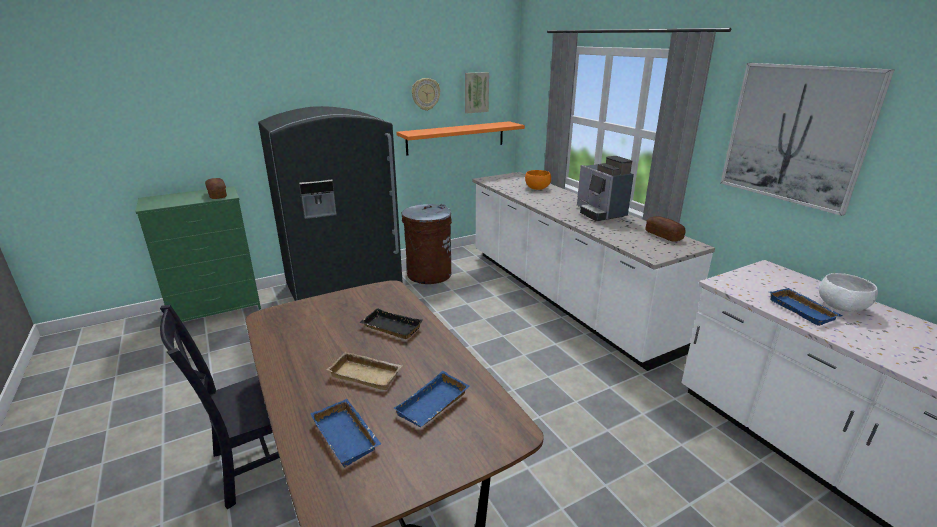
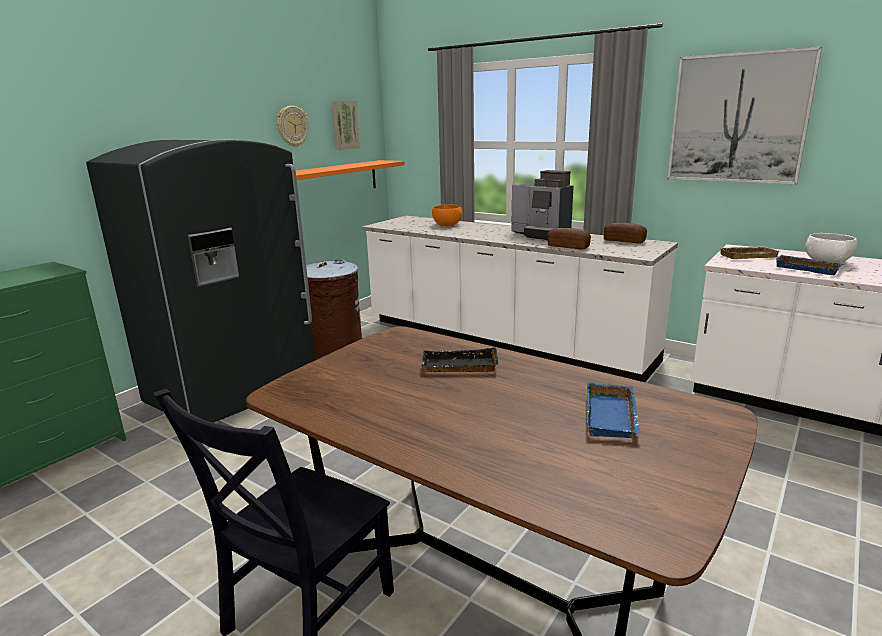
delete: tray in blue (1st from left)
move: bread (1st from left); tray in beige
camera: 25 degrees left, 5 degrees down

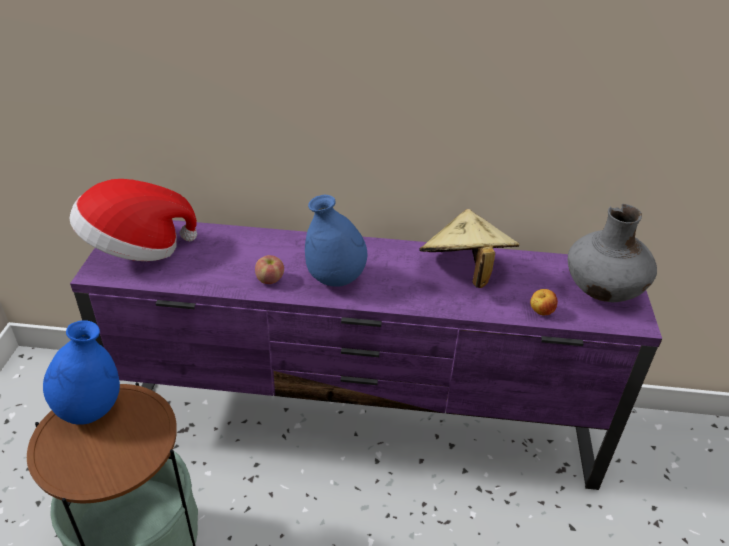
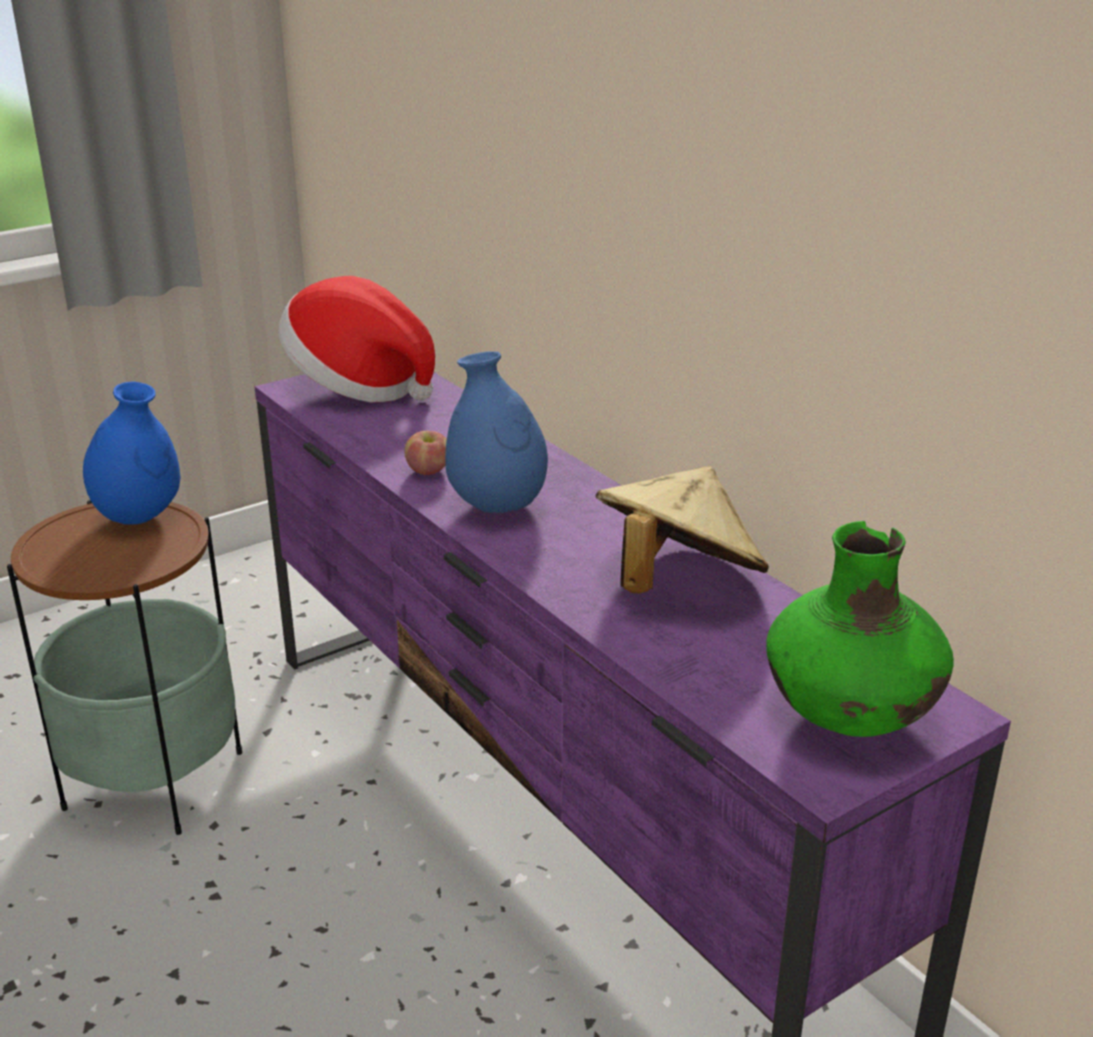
delete: apple (2nd from left)
recolor: vase in grey to vase in green
camera: 50 degrees right, 10 degrees down

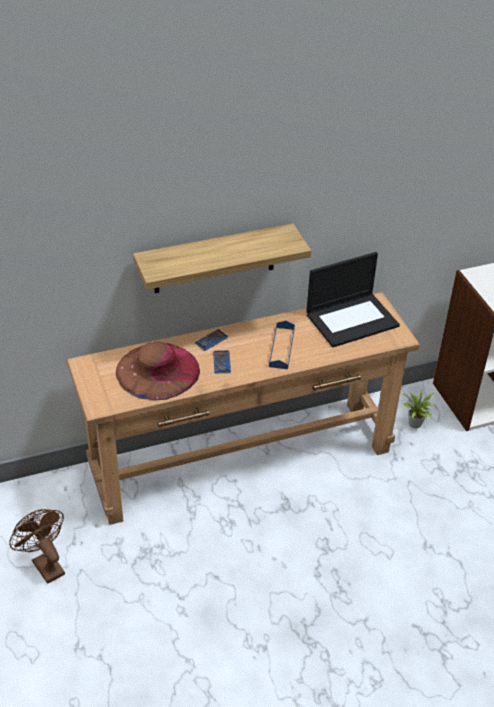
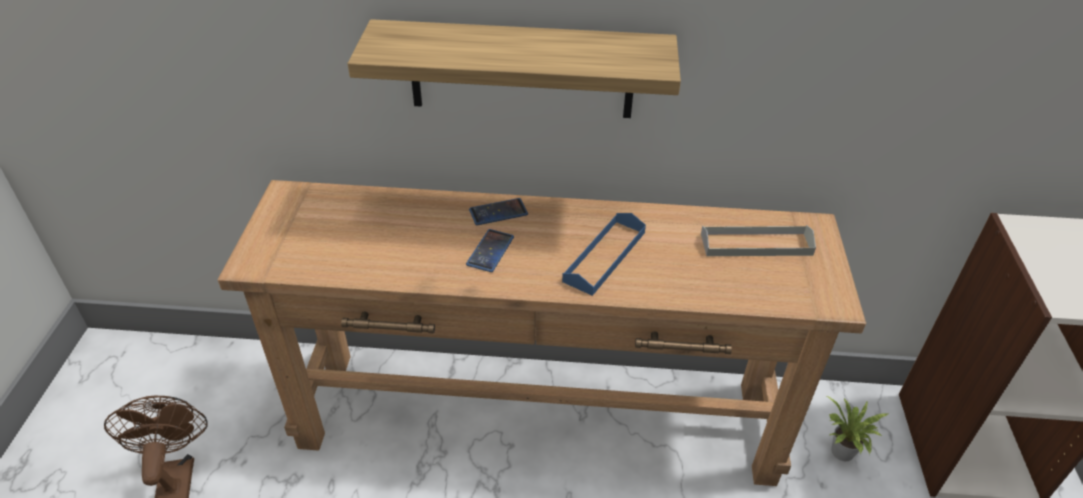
delete: hat in brown
replace: laptop to tray in grey
camera: 25 degrees right, 0 degrees up

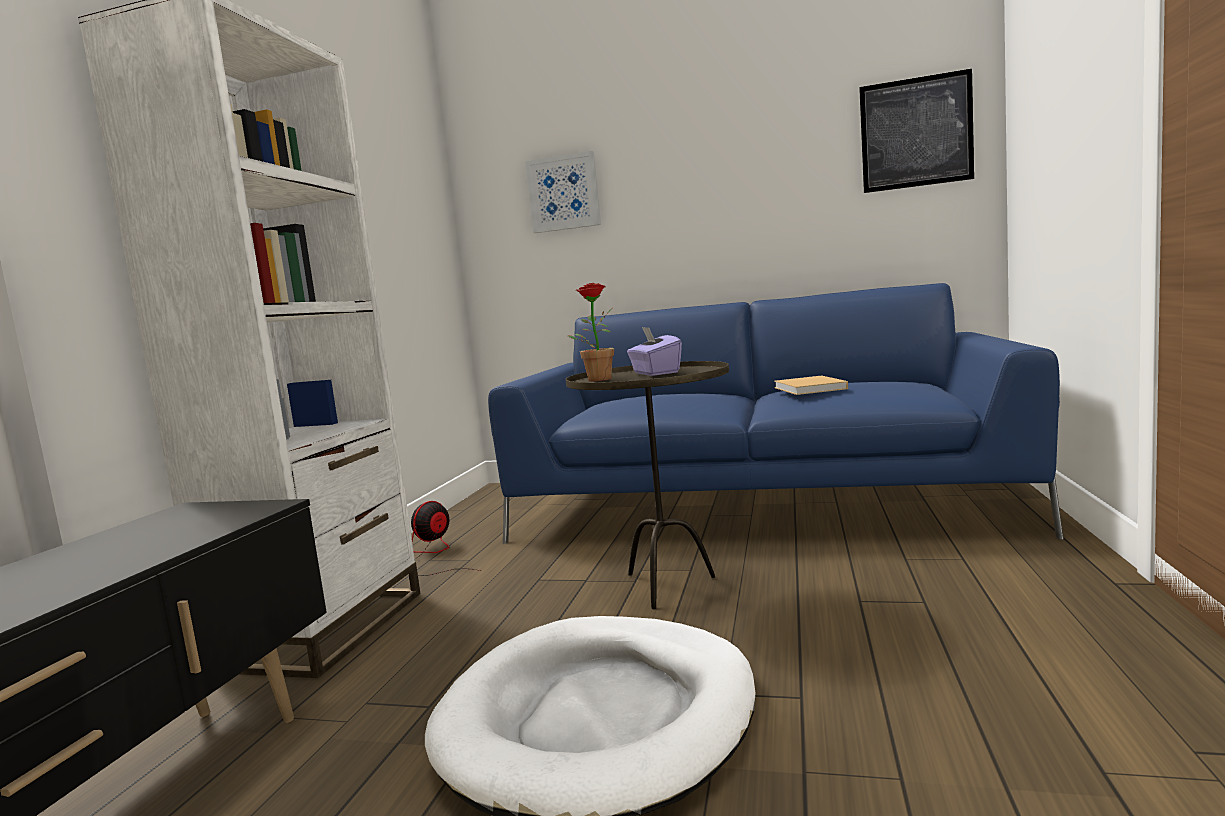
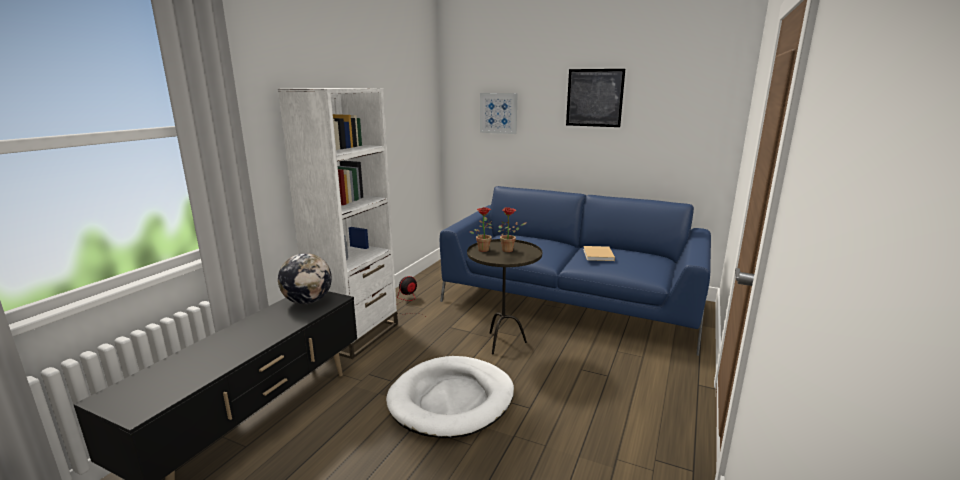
insert: globe
move: picture (2nd from left)
replace: tissue box in purple to potted plant (2nd from left)
camera: 10 degrees right, 10 degrees up

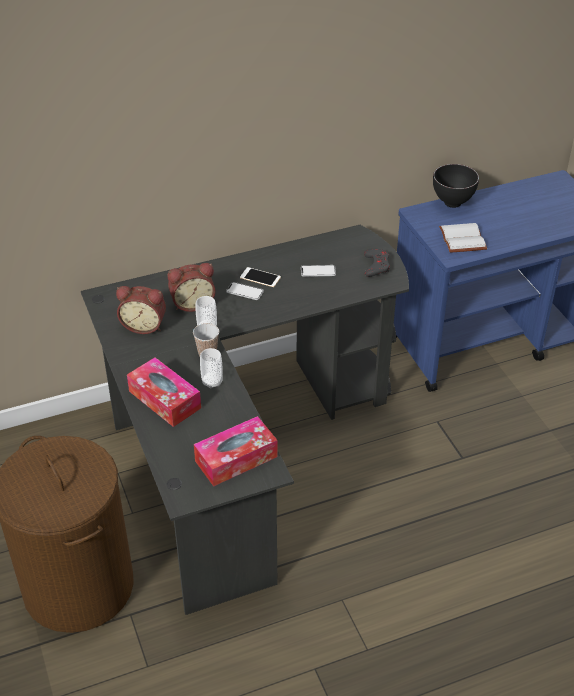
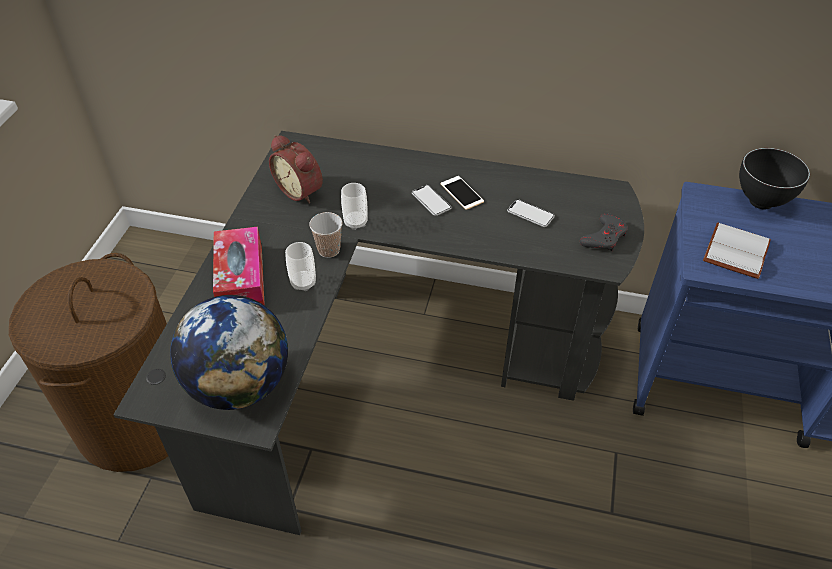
delete: alarm clock (2nd from left)
replace: tissue box (2nd from left) to globe
camera: 35 degrees right, 5 degrees up

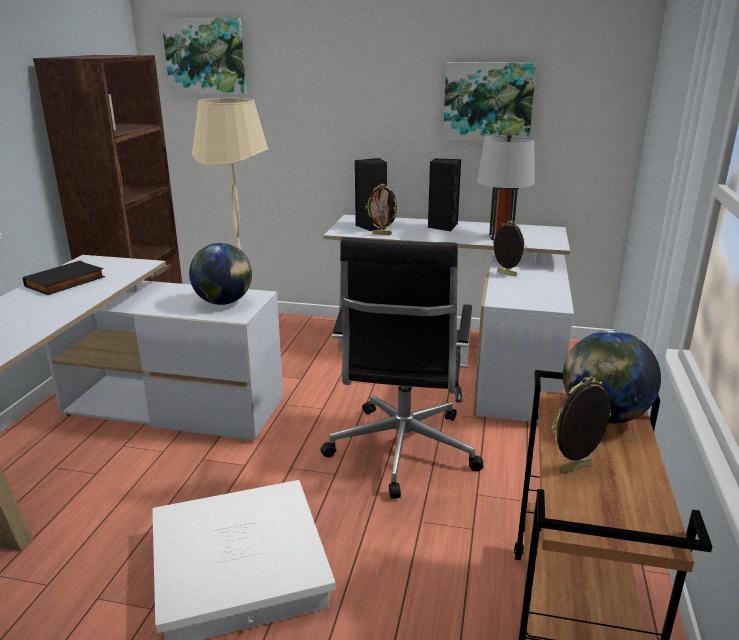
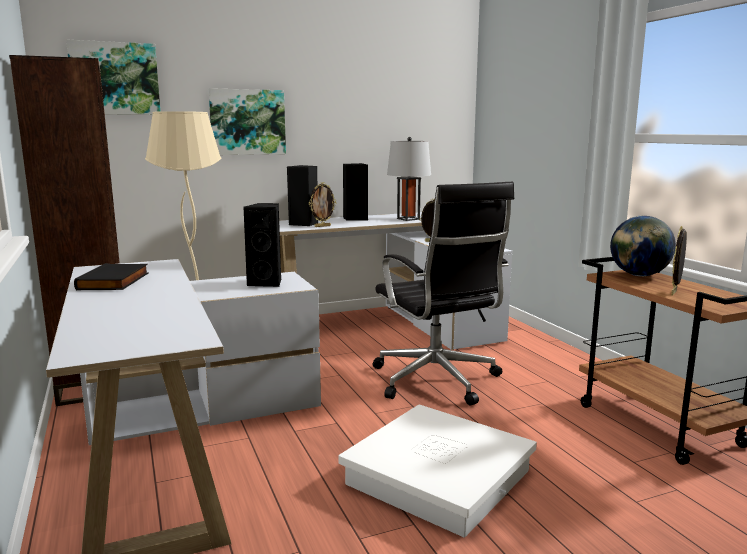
move: picture (2nd from left)
replace: globe (1st from left) to speaker in black (1st from left)
camera: 35 degrees left, 10 degrees down

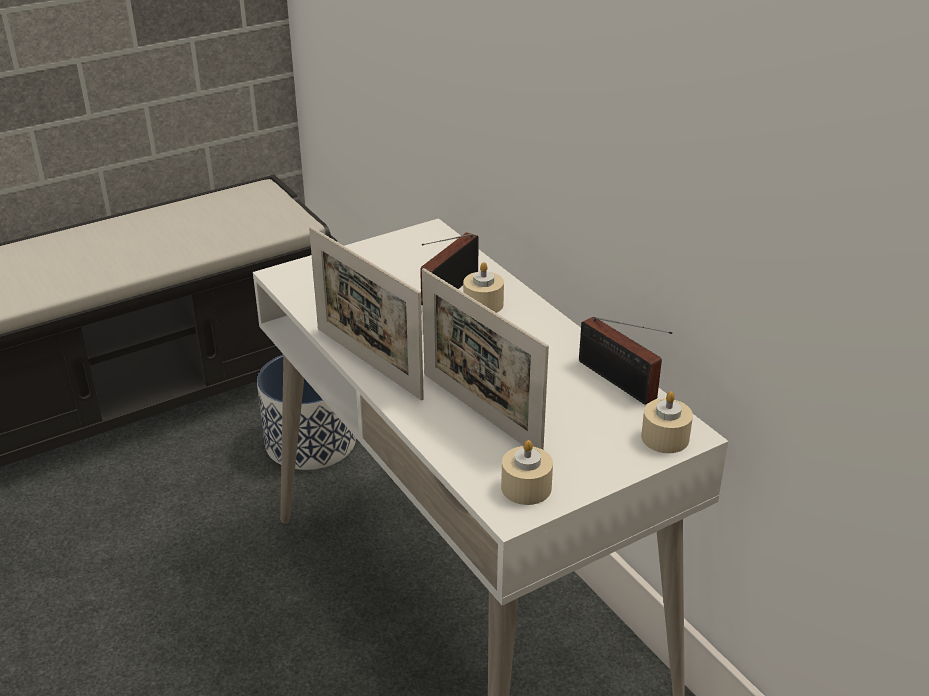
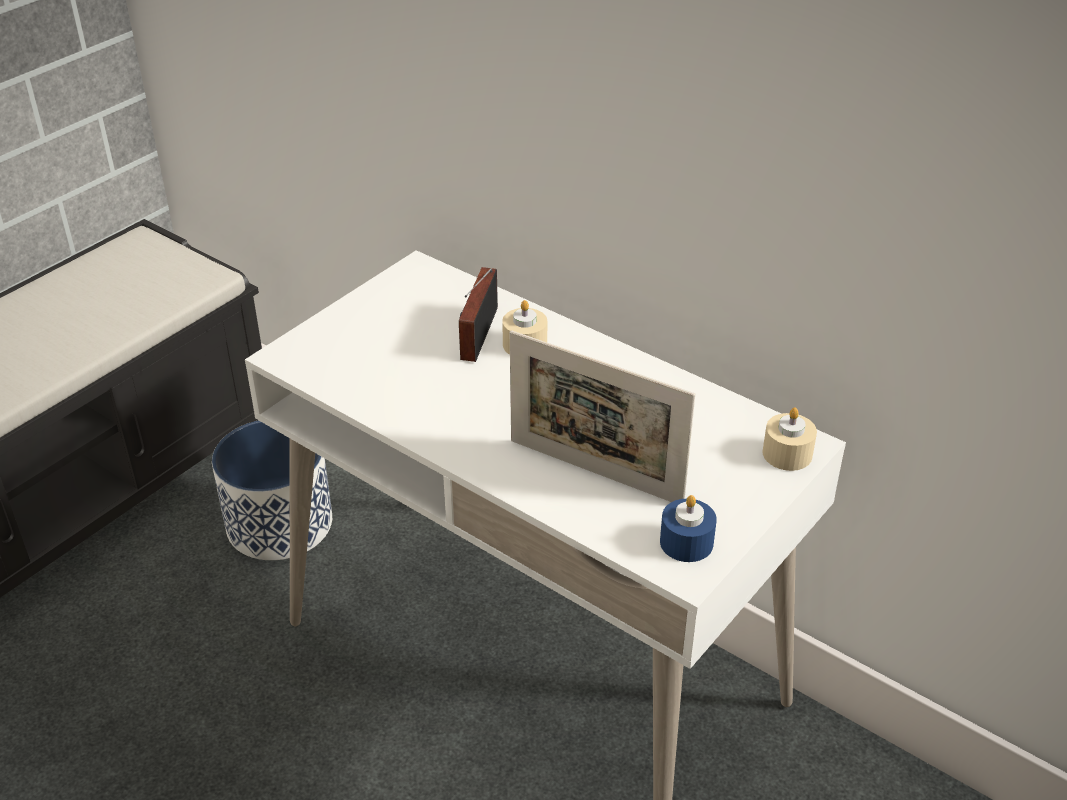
delete: picture frame (1st from left); radio (2nd from left)
recolor: candle in beige (2nd from left) to candle in blue
camera: 20 degrees left, 5 degrees up

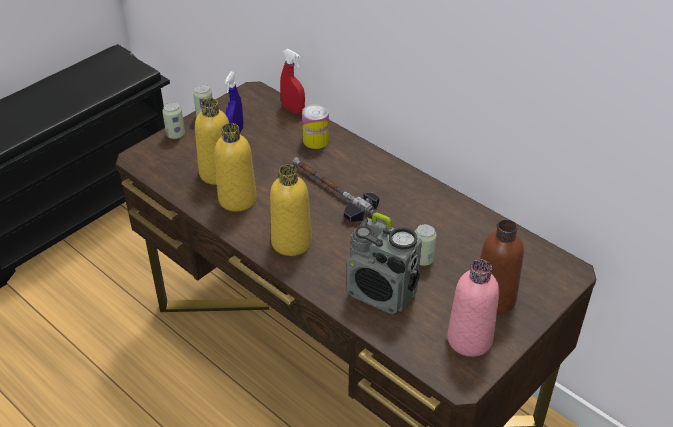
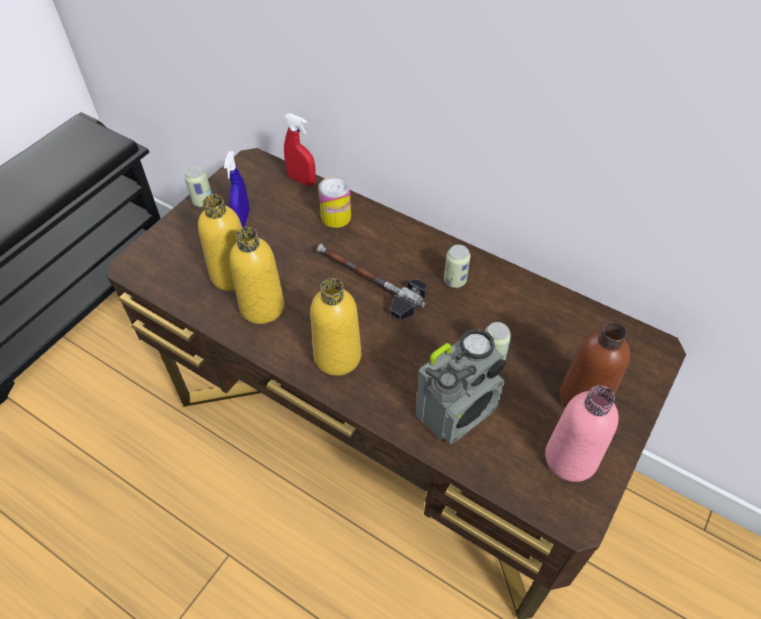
move: can (1st from left in the first image) to can (3rd from left)
rotate: radio 60 degrees counterclockwise
camera: 10 degrees left, 10 degrees up

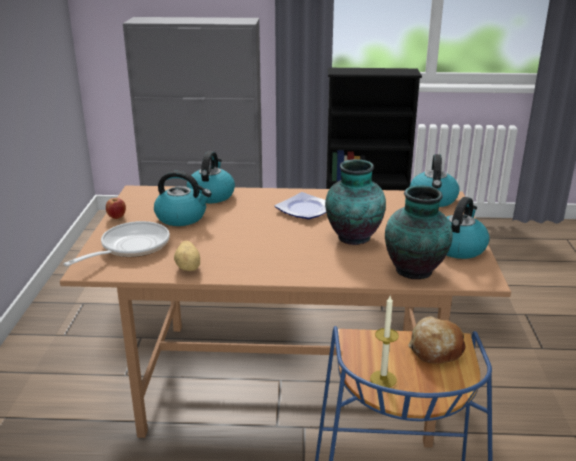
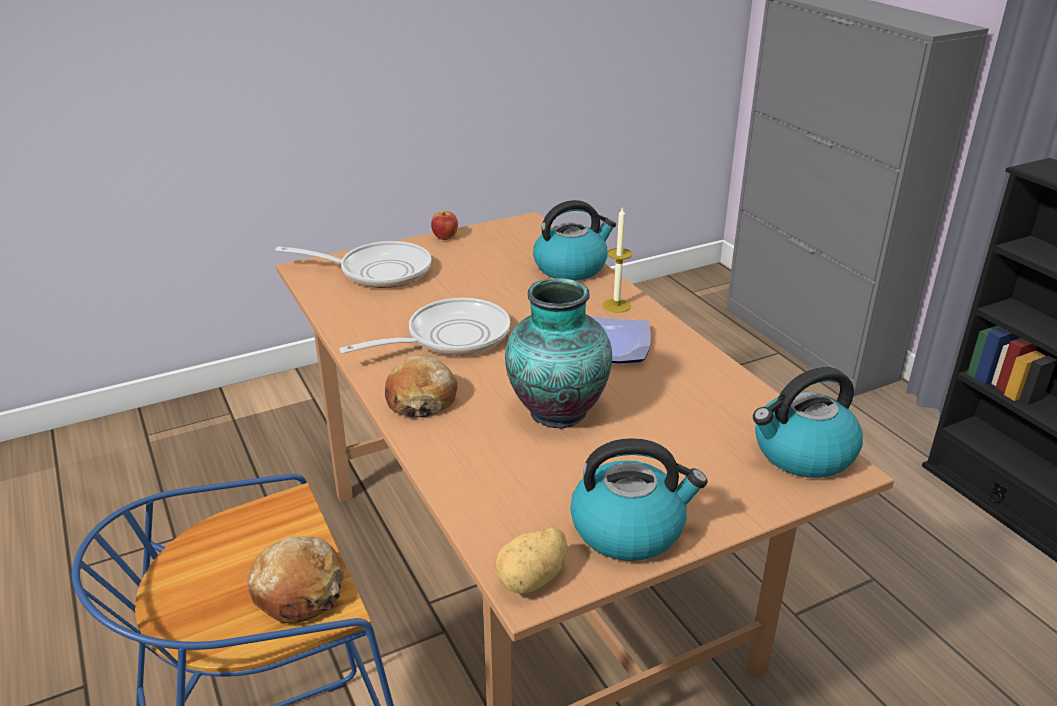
delete: kettle (1st from left); vase (2nd from left)
insert: frying pan (2nd from left); bread (2nd from left)
move: potato; candle
camera: 60 degrees right, 5 degrees up

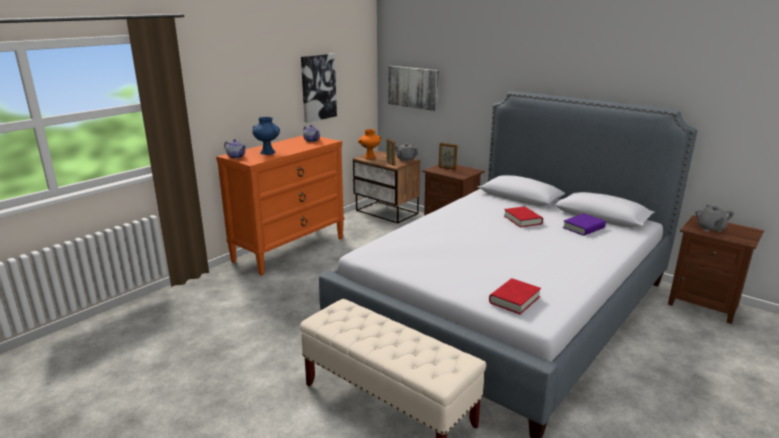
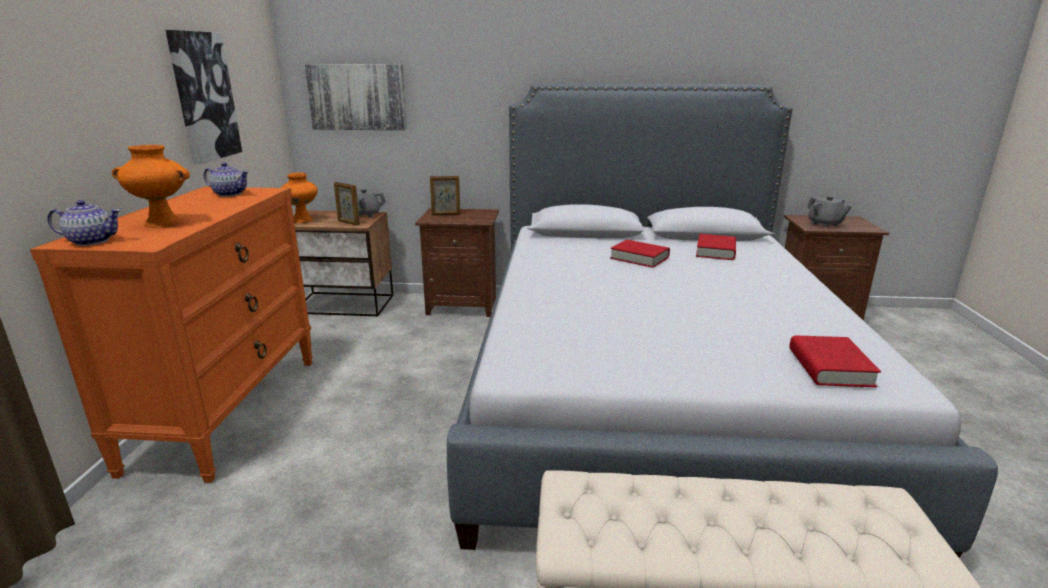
recolor: vase in blue to vase in orange (1st from left); book in purple to book in red (2nd from left)
camera: 35 degrees left, 0 degrees up

